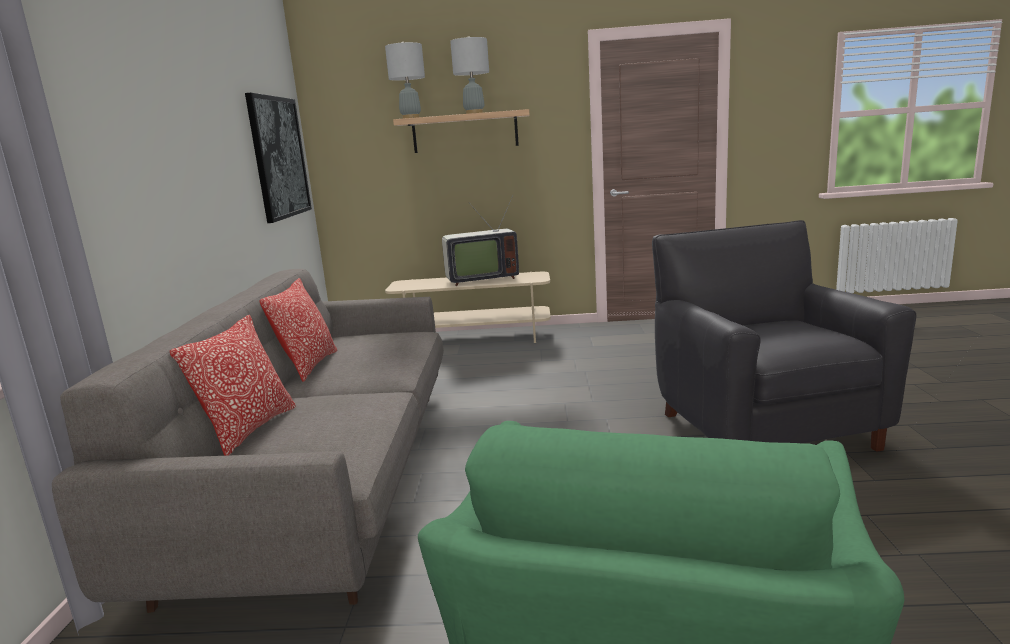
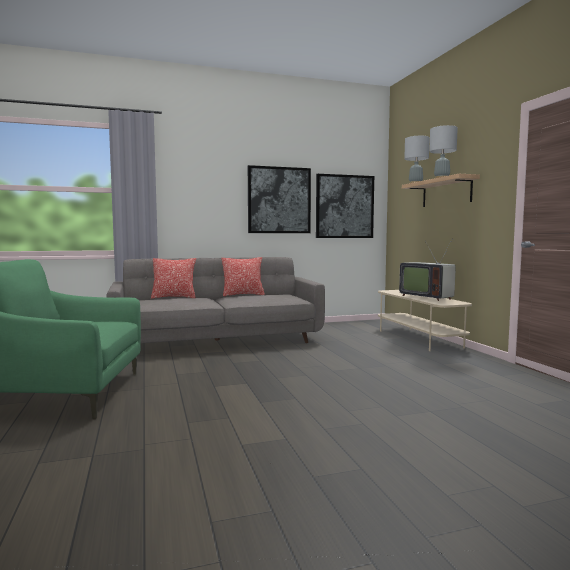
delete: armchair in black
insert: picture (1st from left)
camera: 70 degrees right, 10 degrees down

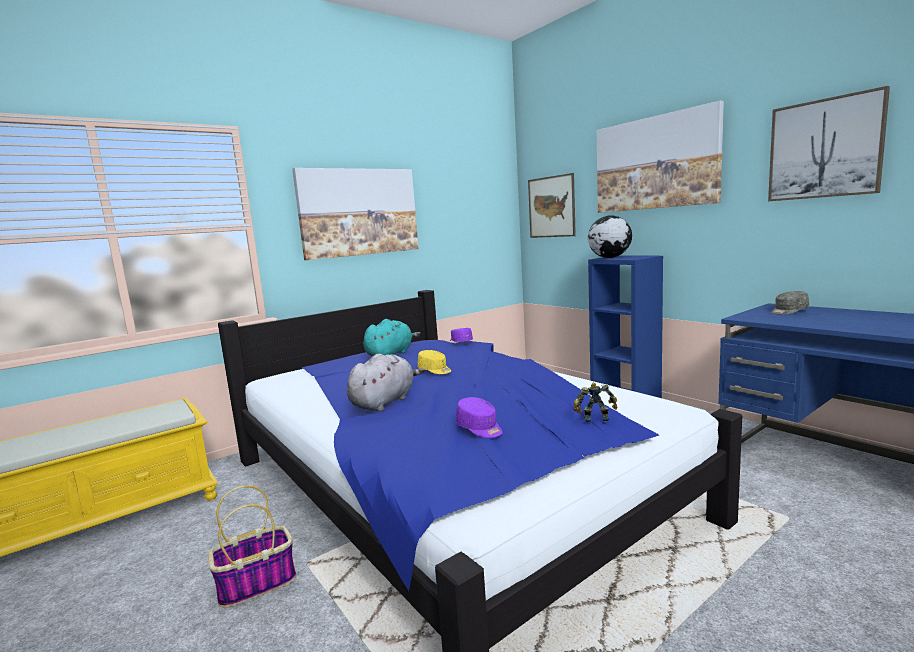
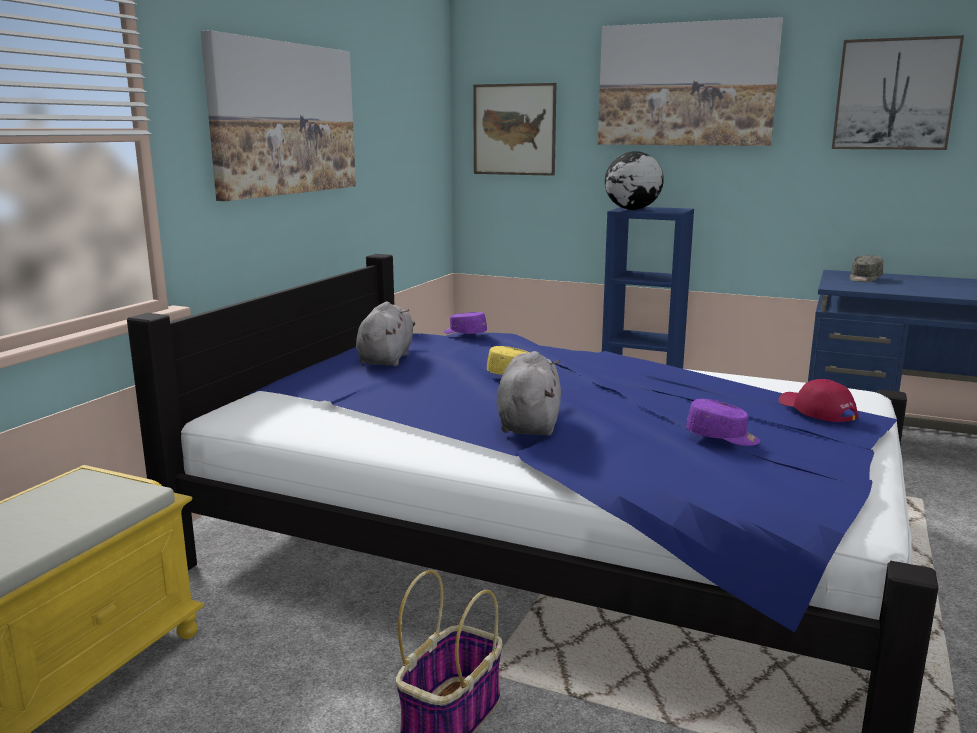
replace: toy robot to cap in red
recolor: plush toy in turquoise to plush toy in grey (1st from left)
camera: 30 degrees left, 5 degrees up

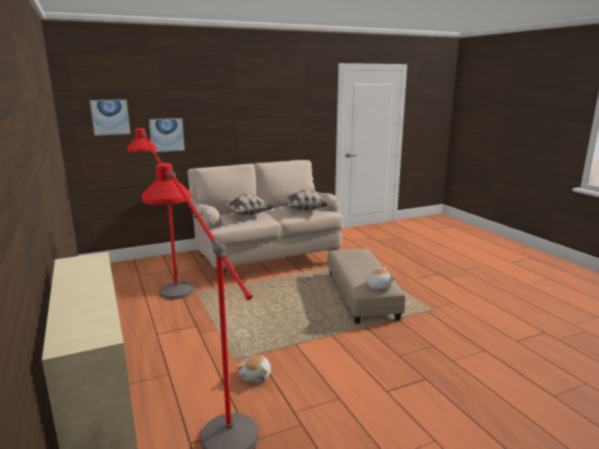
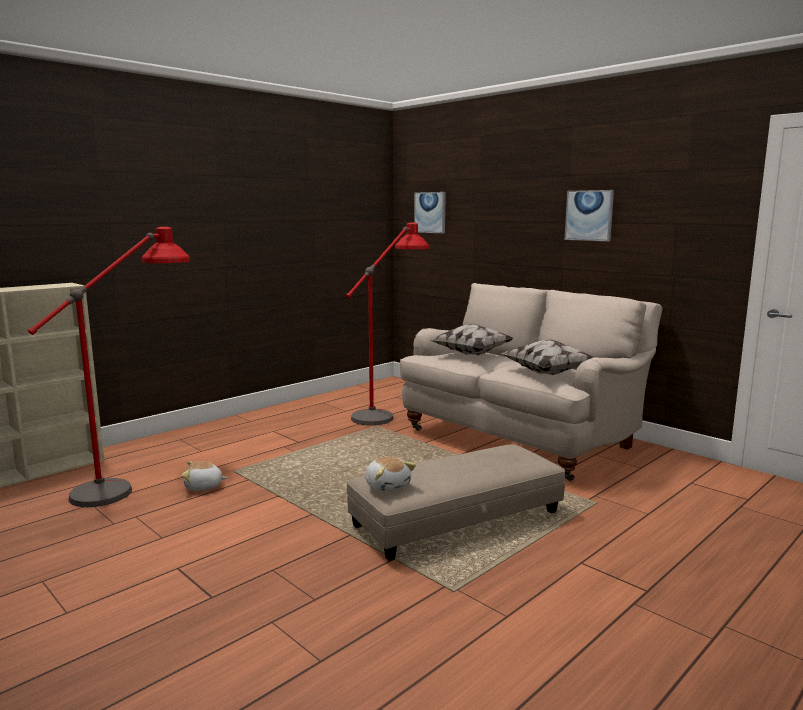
move: picture (2nd from left)
camera: 70 degrees right, 5 degrees down

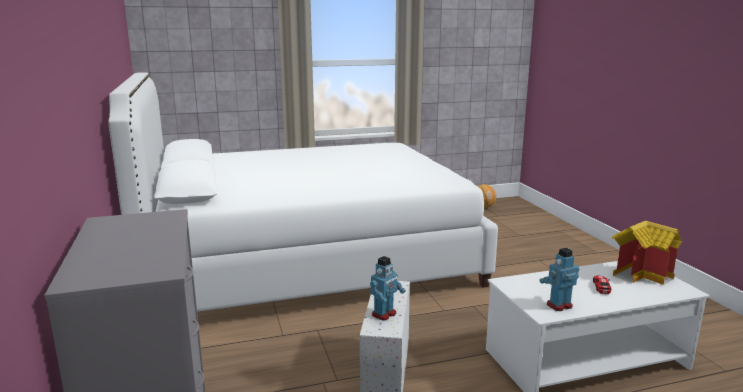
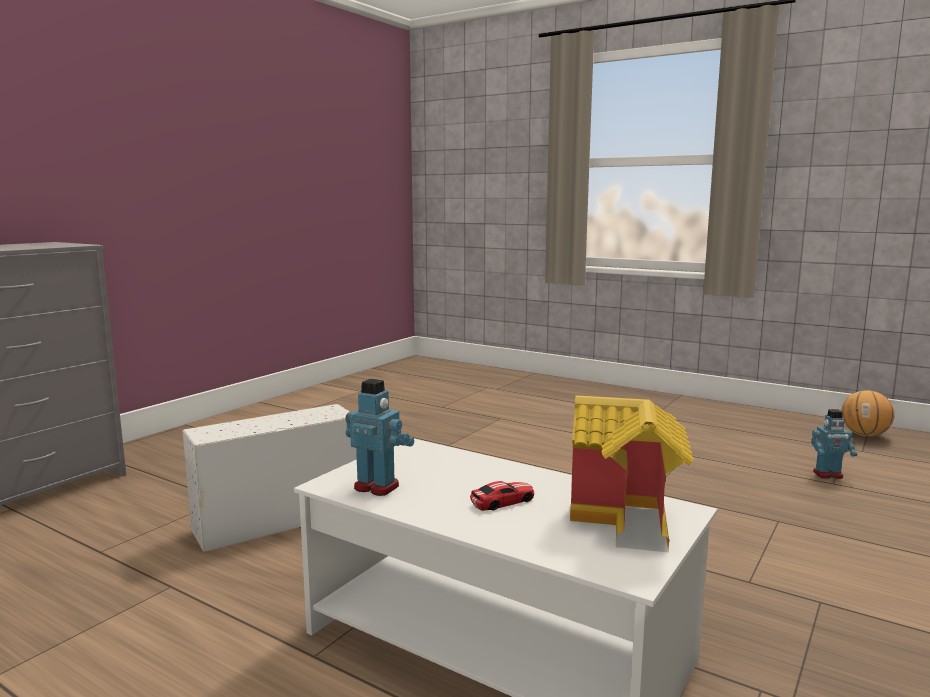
delete: bed in white
move: toy robot (1st from left in the first image) to toy robot (2nd from left)
camera: 50 degrees right, 5 degrees down

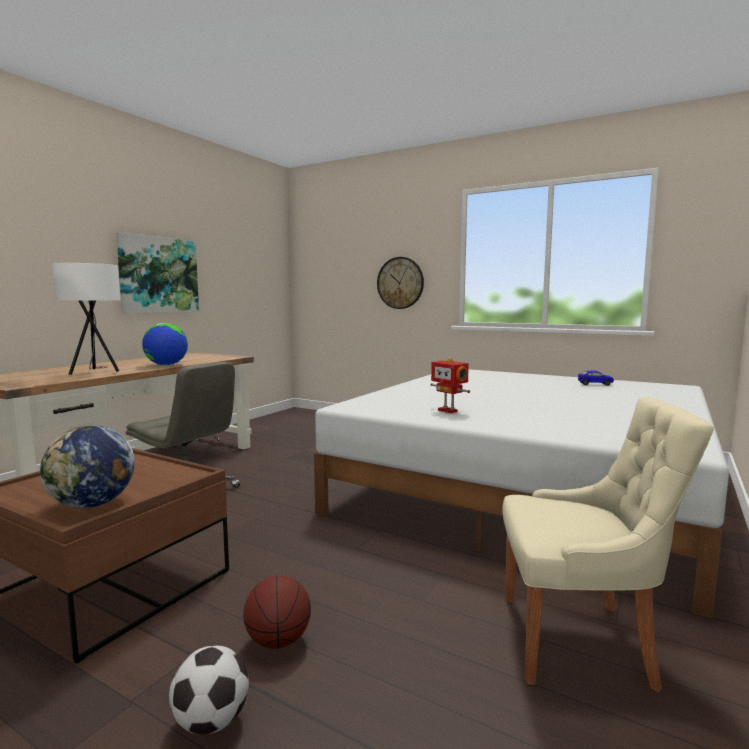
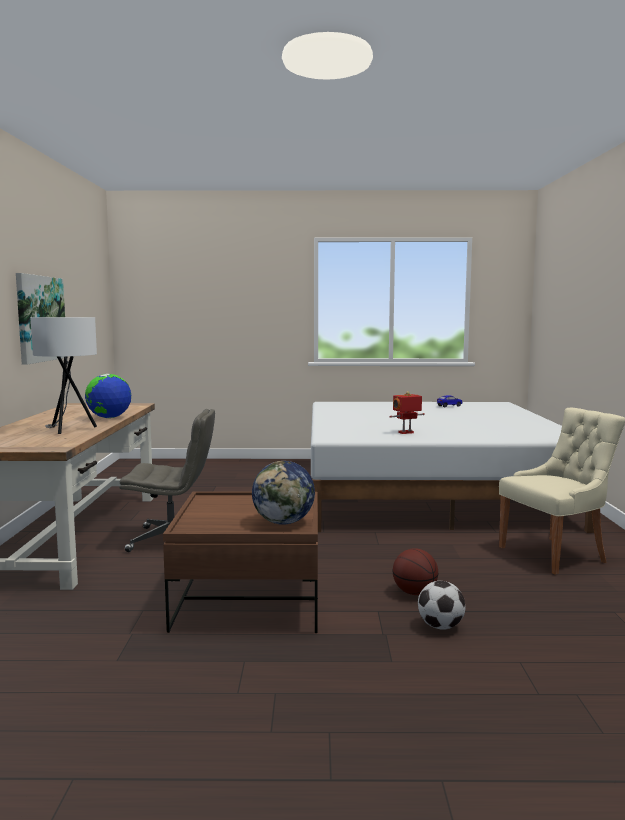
delete: wall clock
rotate: toy robot 135 degrees clockwise
camera: 30 degrees left, 0 degrees up

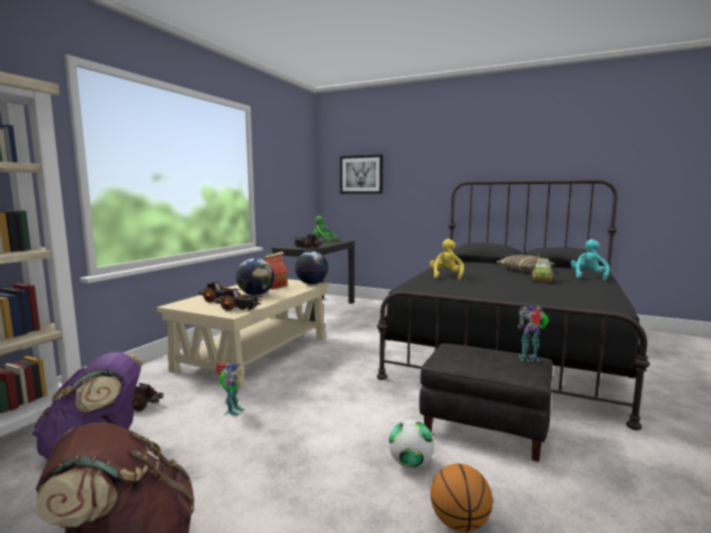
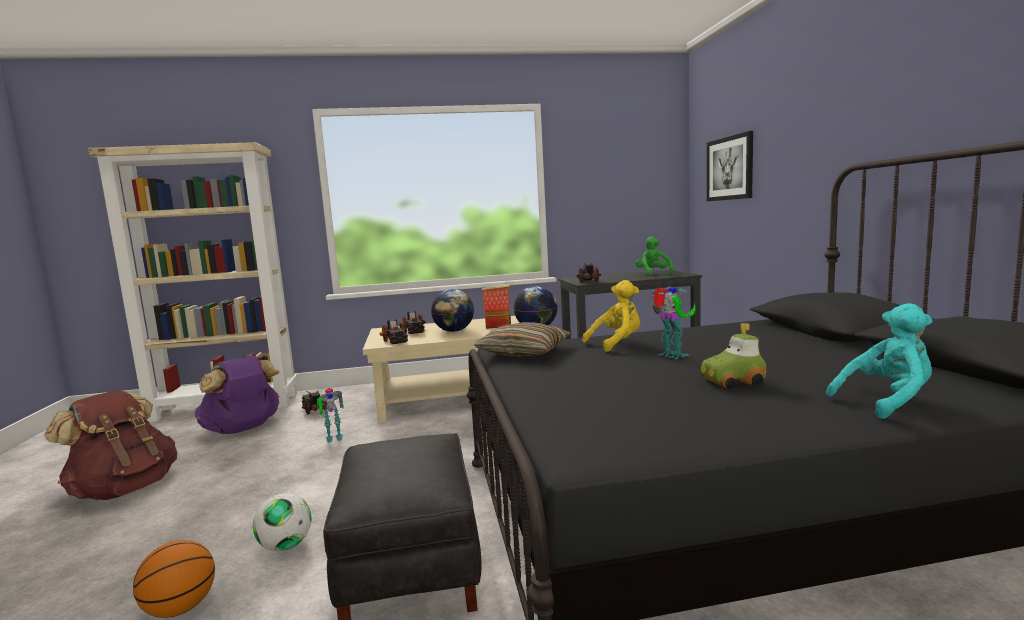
move: pillow; toy robot (2nd from left)
camera: 55 degrees right, 0 degrees up

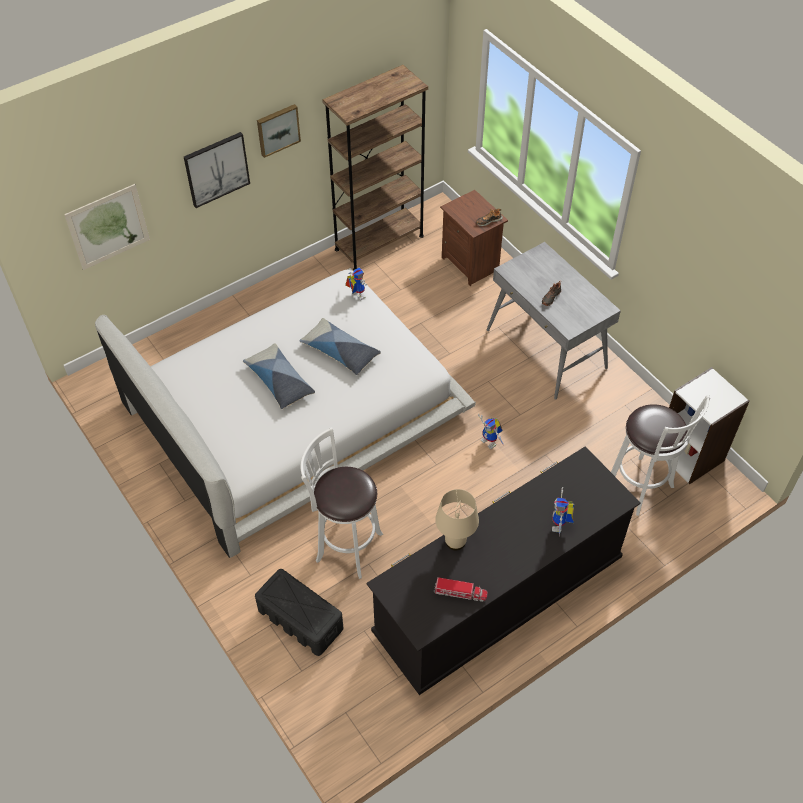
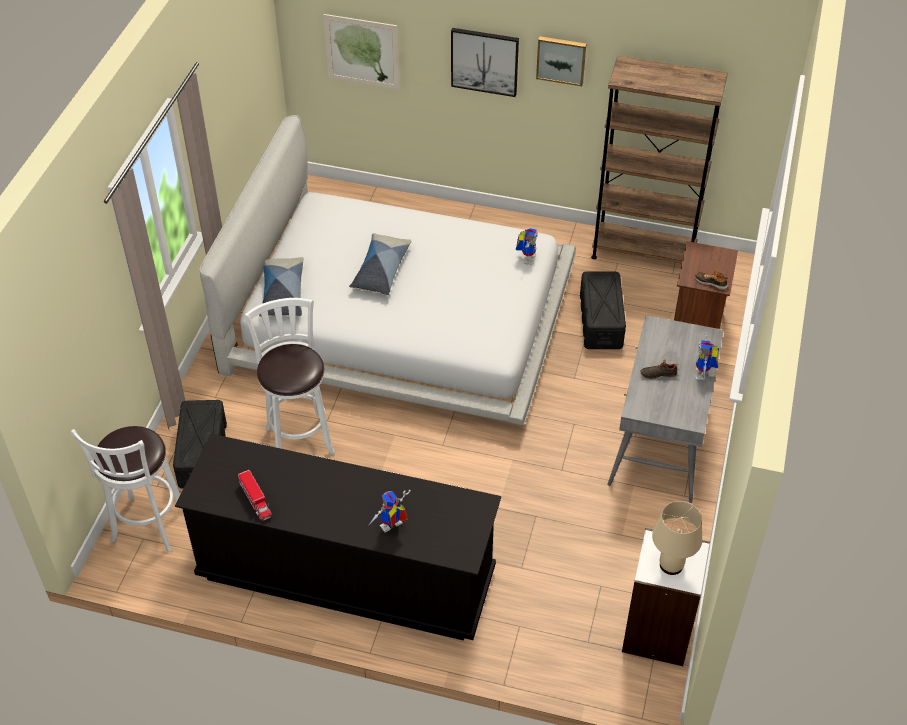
insert: storage box in black (2nd from left)
move: pillow (2nd from left in the first image) to pillow (1st from left); table lamp in beige; toy robot (2nd from left in the first image) to toy robot (3rd from left); stool in white (2nd from left in the first image) to stool in white (1st from left)
camera: 50 degrees right, 5 degrees down

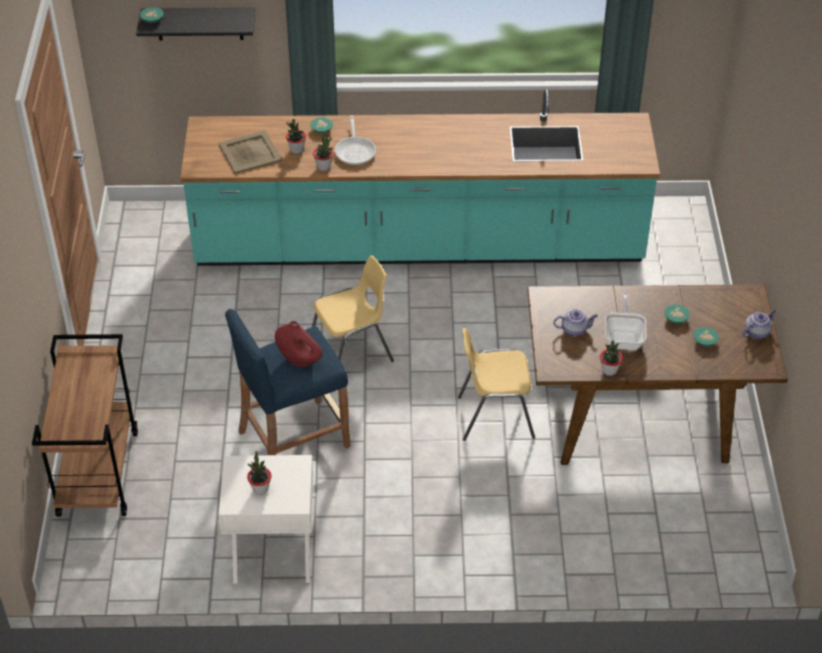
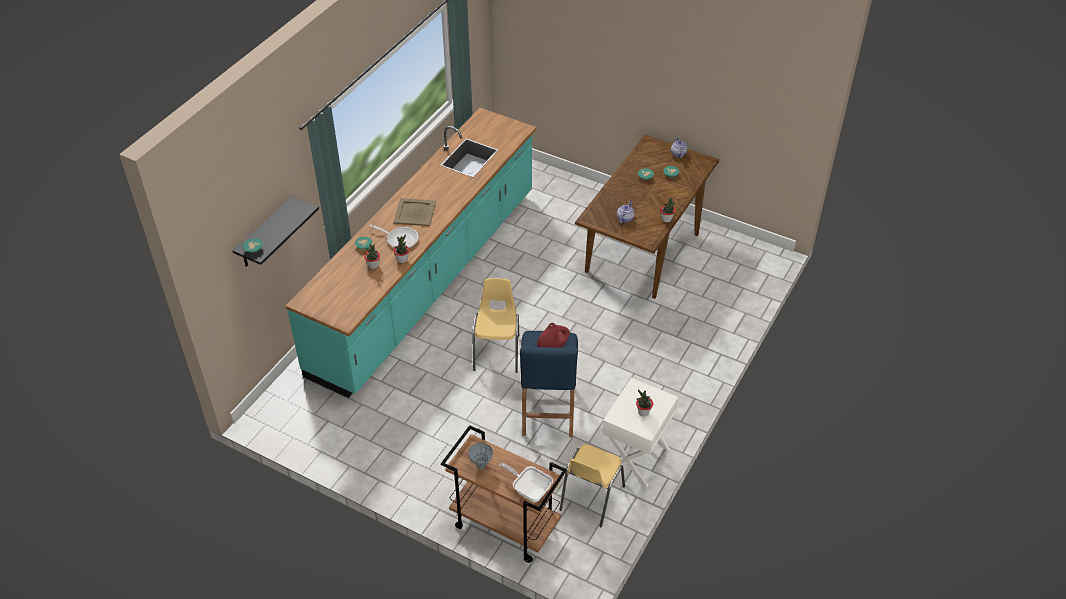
insert: vase in grey
move: tray in beige; chair in yellow (2nd from left); frying pan (2nd from left)
camera: 60 degrees left, 0 degrees up

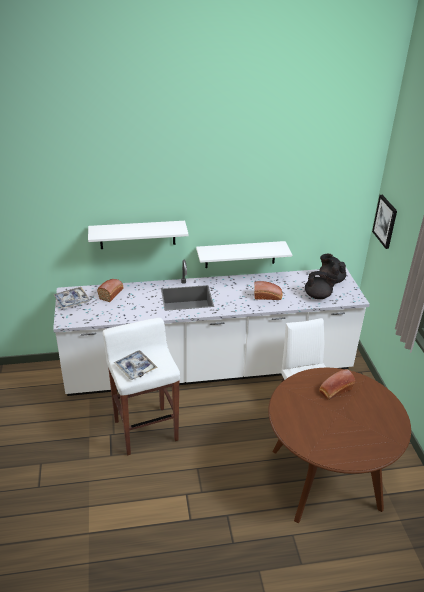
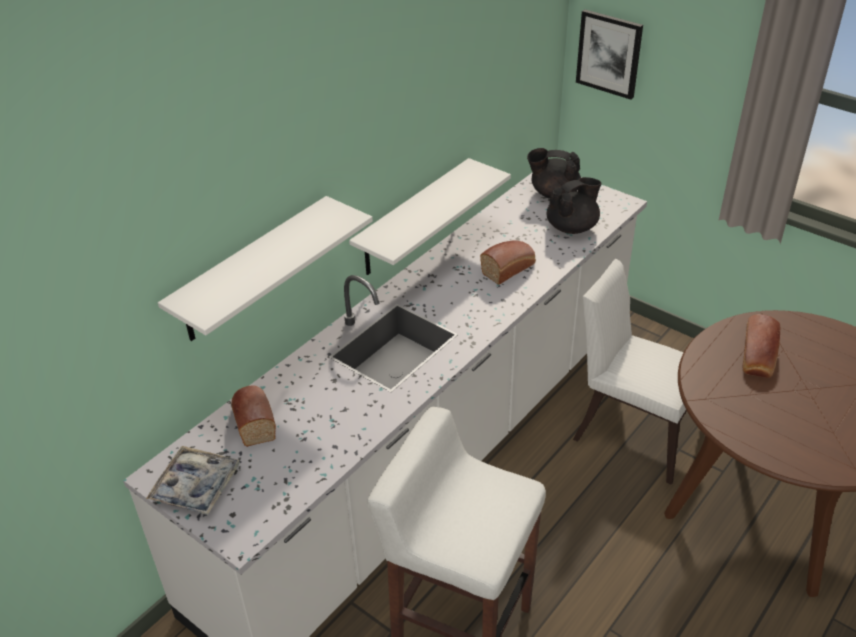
delete: tray (2nd from left)
camera: 40 degrees left, 5 degrees up

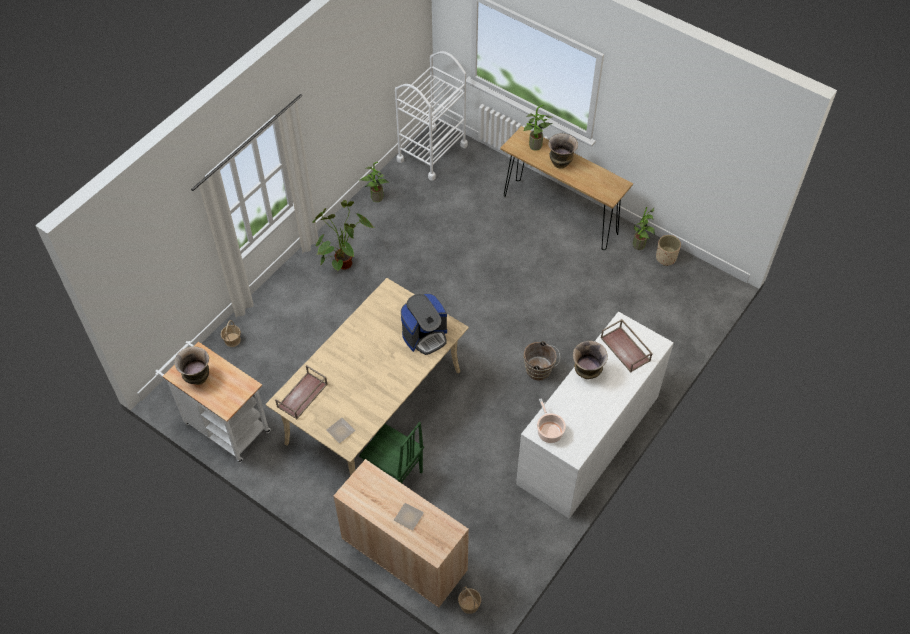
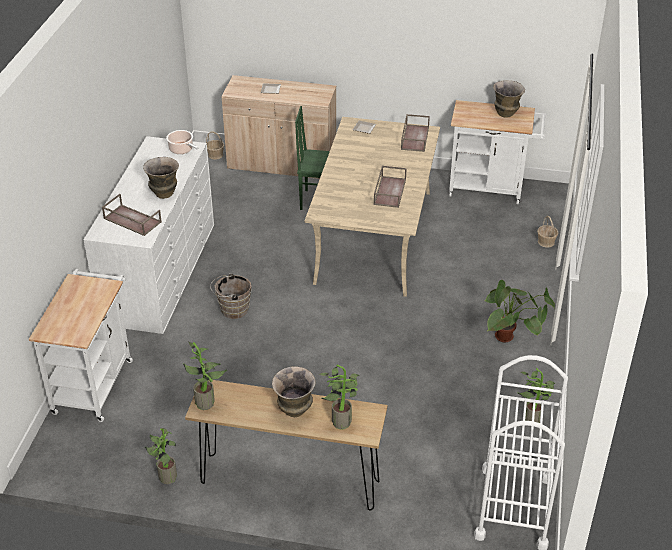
delete: coffee machine; planter in beige
insert: cart in white (1st from left); potted plant (2nd from left); tray in brown (2nd from left)
camera: 155 degrees right, 15 degrees down

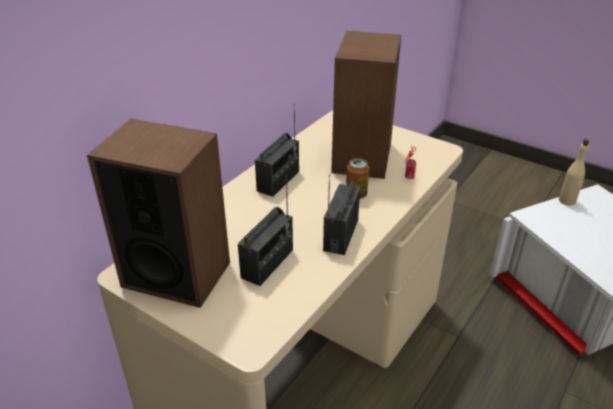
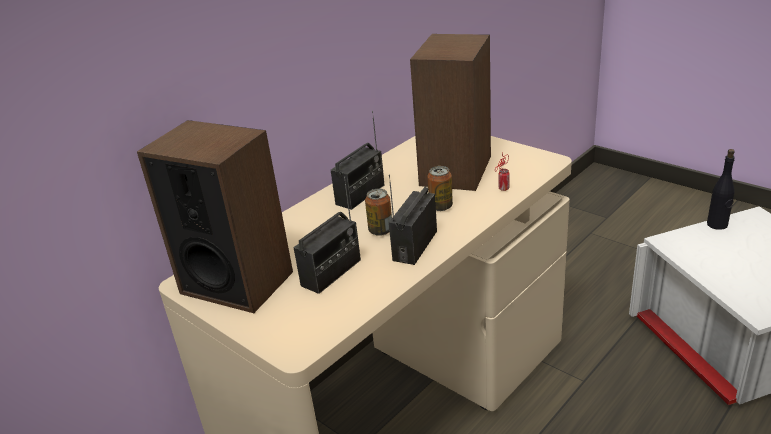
insert: can (1st from left)
recolor: bottle in beige to bottle in black
camera: 10 degrees right, 5 degrees down

